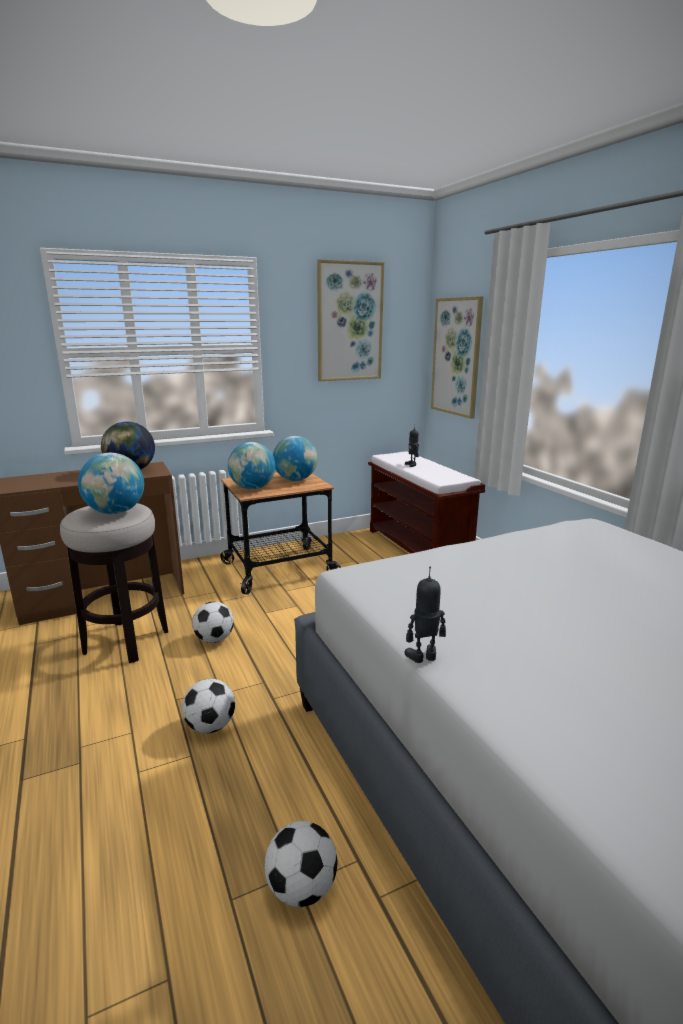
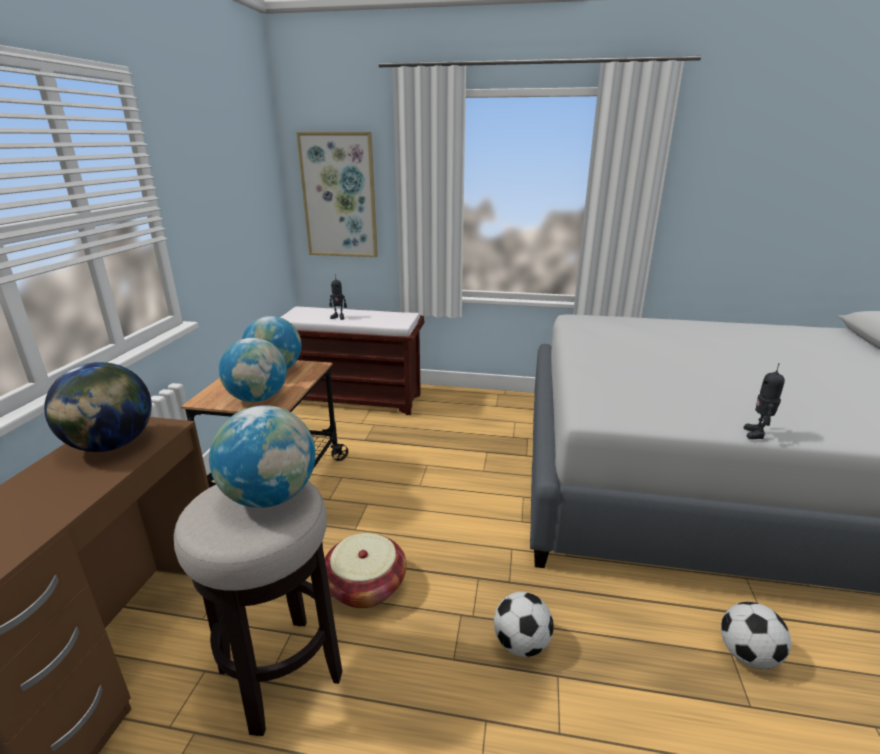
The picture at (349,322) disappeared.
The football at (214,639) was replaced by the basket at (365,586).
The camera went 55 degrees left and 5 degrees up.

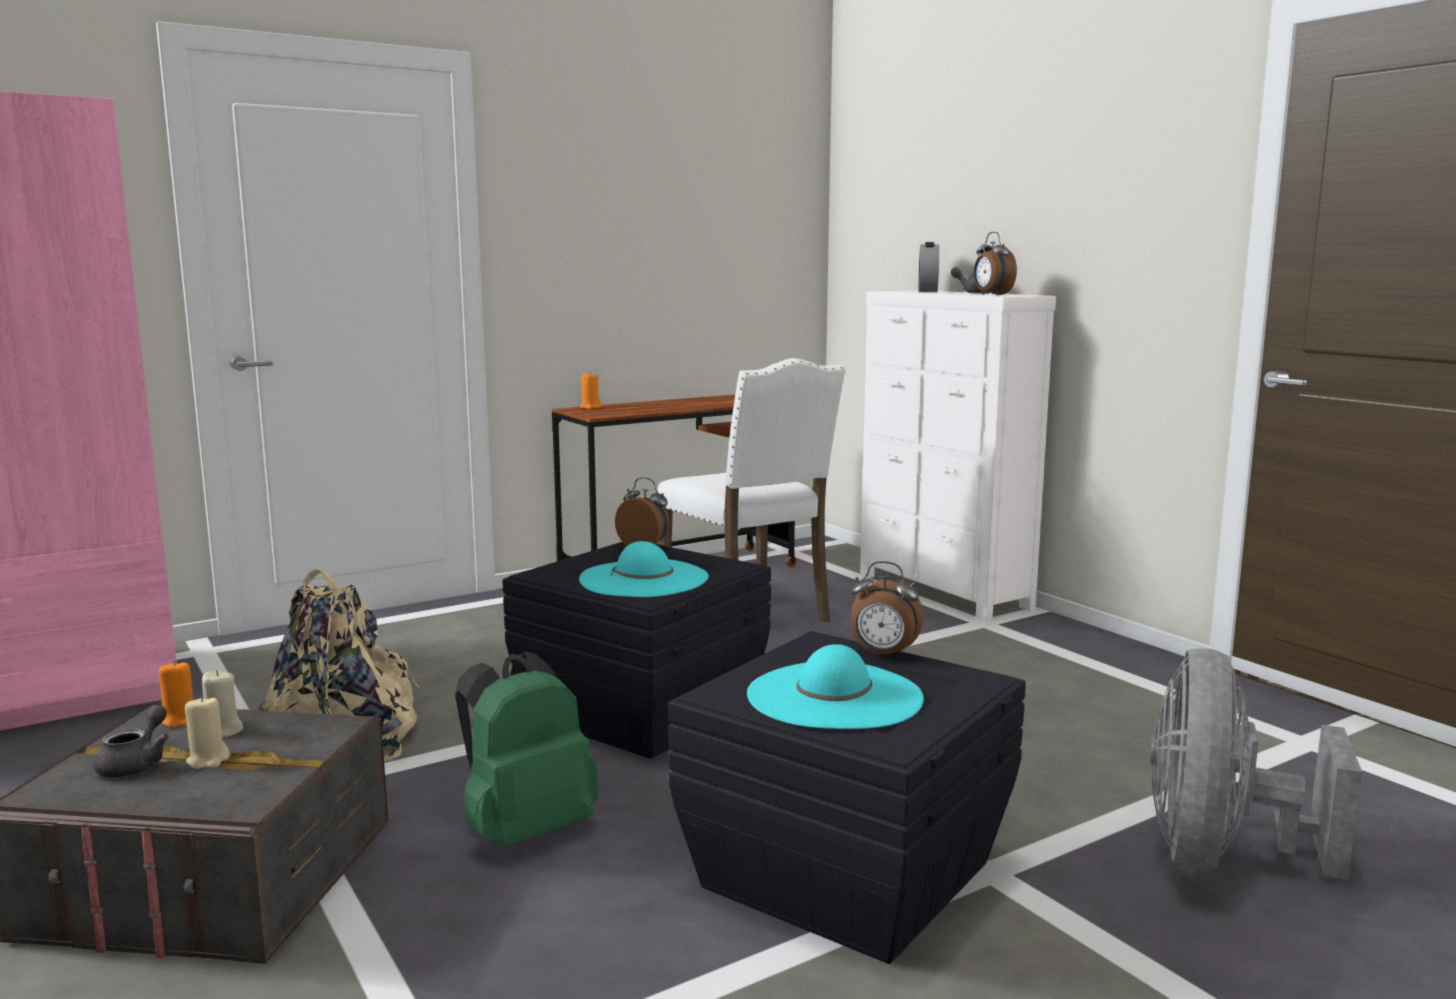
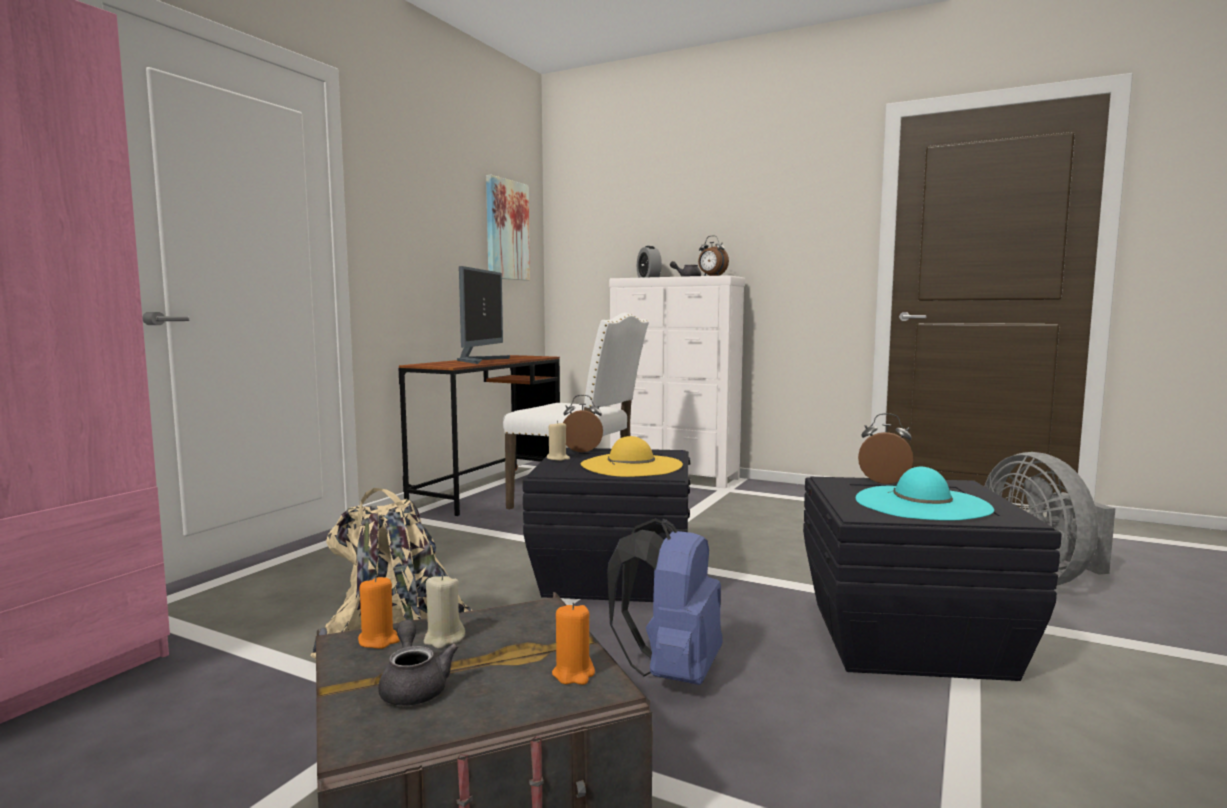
The monitor at (480,361) appeared.
The picture at (506,230) appeared.
The beige candle moved from (208,760) to (558,458).
The orange candle moved from (590,407) to (574,674).
The green backpack at (525,830) became the blue backpack at (671,672).
The turquoise hat at (644,578) became the yellow hat at (631,465).
The alarm clock at (883,655) turned 150 degrees counterclockwise.
The camera went 30 degrees left and 5 degrees down.

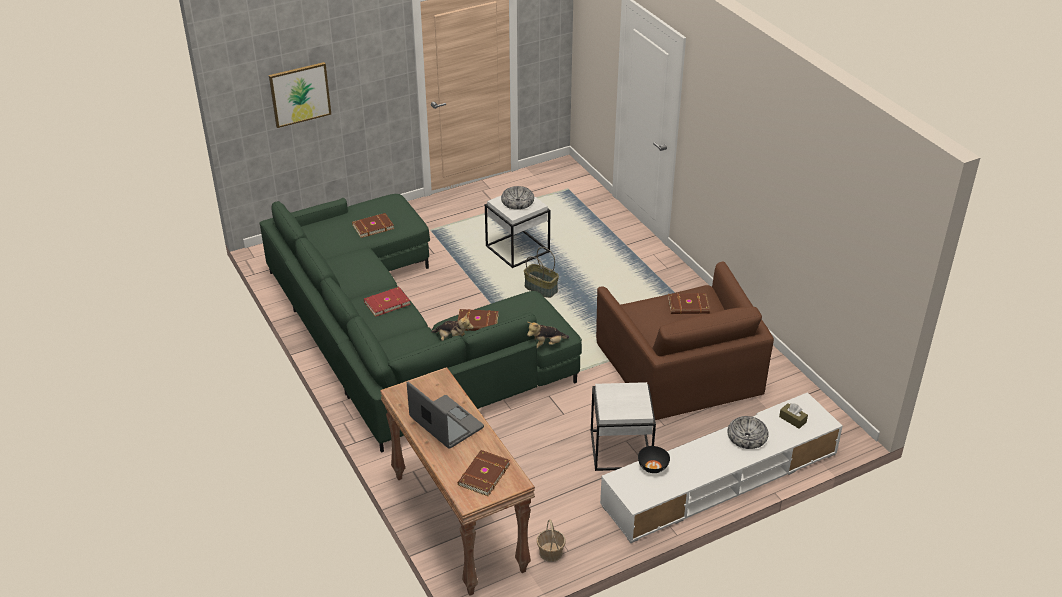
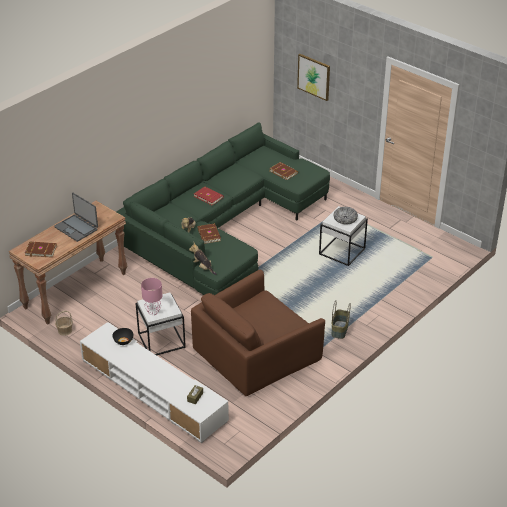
The brown book at (689,306) disappeared.
The bowl at (747,437) disappeared.
The pink table lamp at (153,312) appeared.
The basket moved from (541,288) to (340,330).
The laptop at (445,423) turned 105 degrees clockwise.
The camera went 70 degrees right and 0 degrees up.

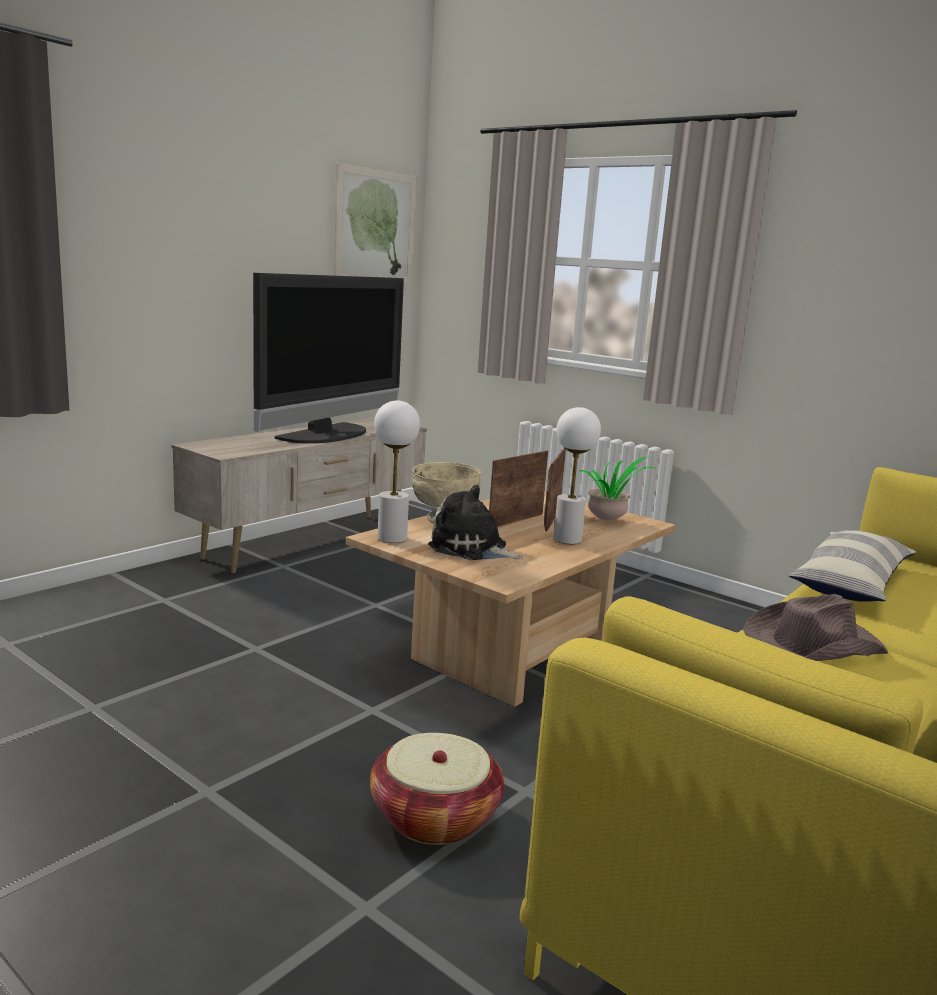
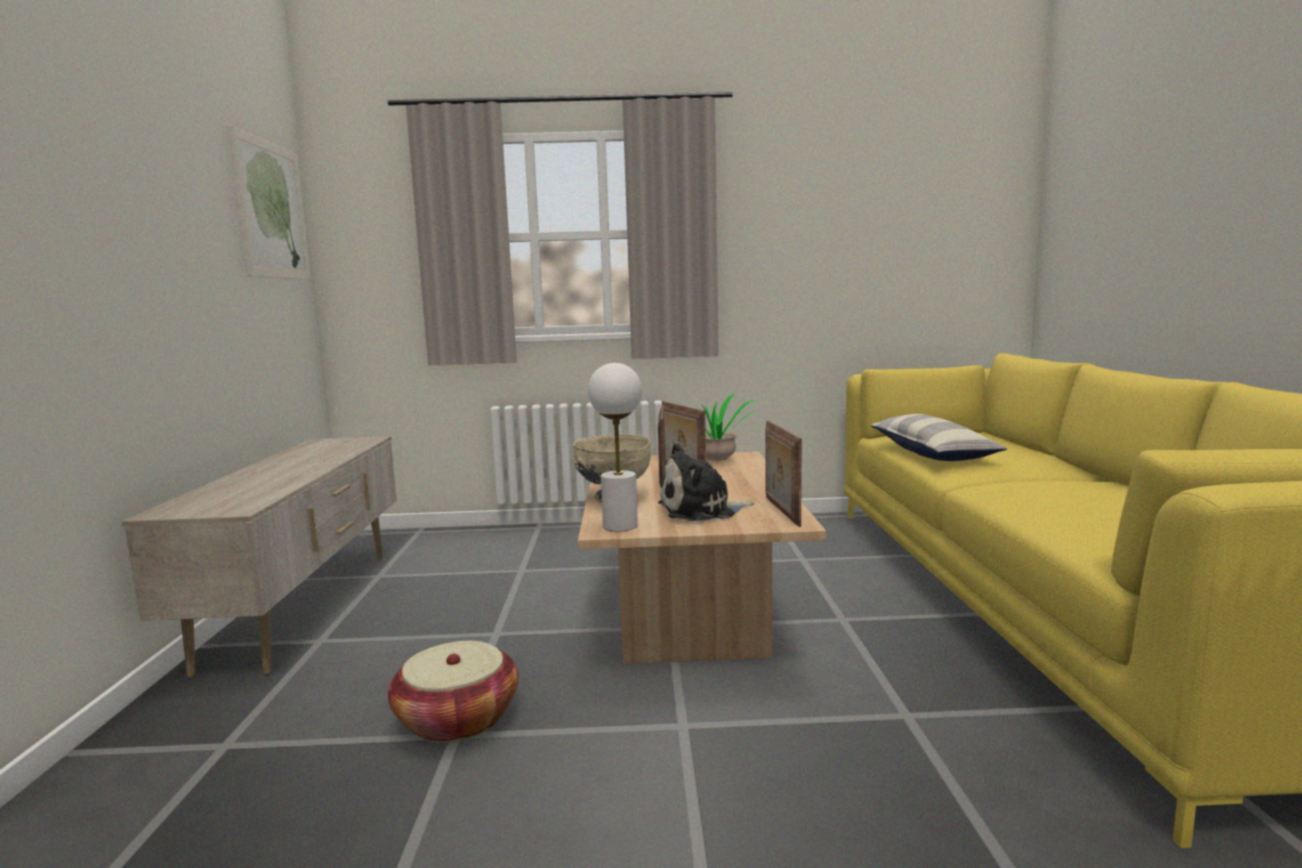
The television at (328,435) disappeared.
The white table lamp at (567,539) disappeared.
The brown hat at (812,643) disappeared.
The picture frame at (780,511) appeared.
The basket moved from (434,816) to (457,719).
The camera went 40 degrees left and 5 degrees down.

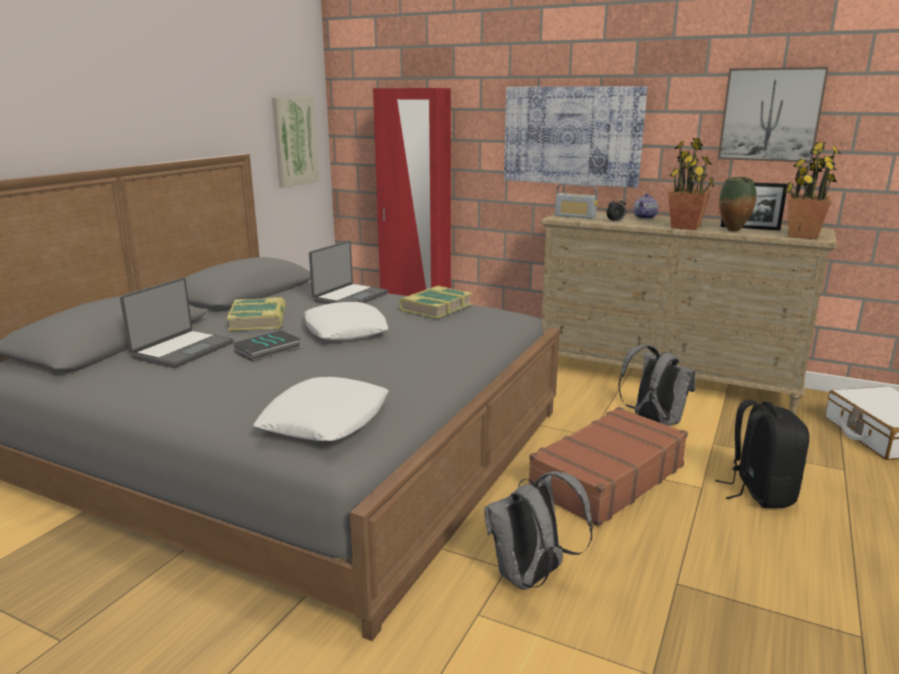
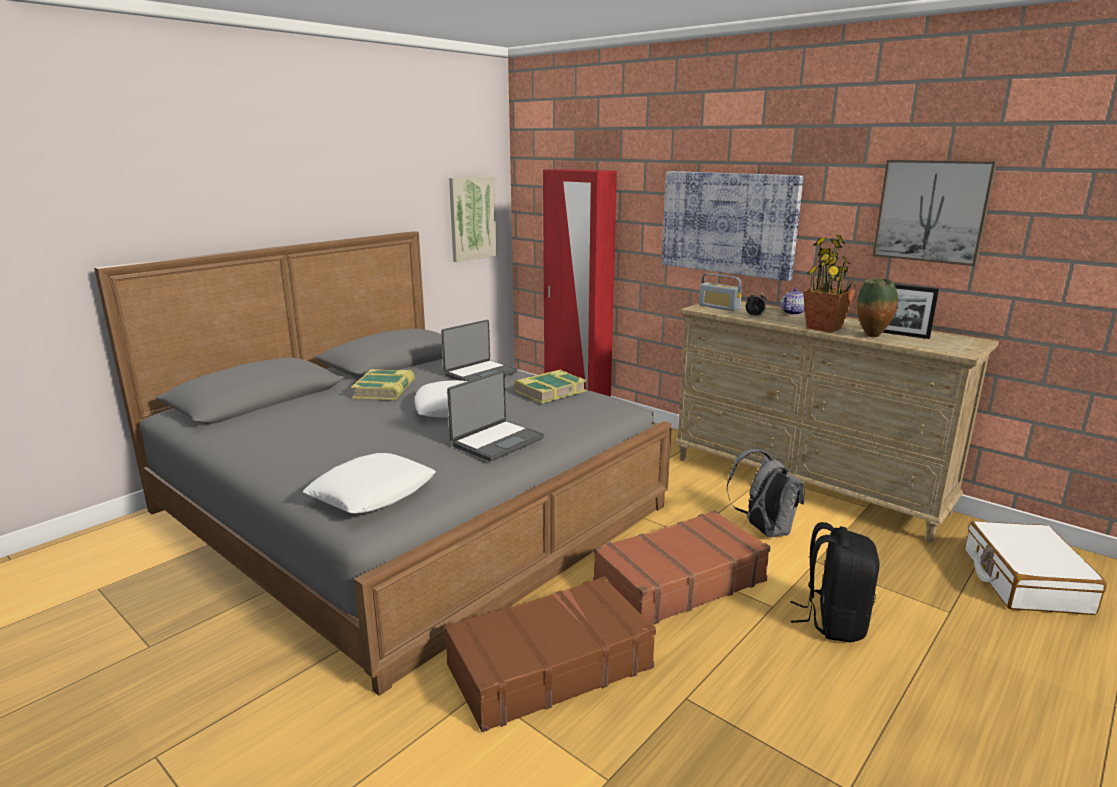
The book at (267,351) disappeared.
The potted plant at (802,236) disappeared.
The laptop moved from (182,350) to (496,441).
The grey backpack at (531,577) was replaced by the brown suitcase at (548,666).
The camera went 15 degrees right and 0 degrees up.

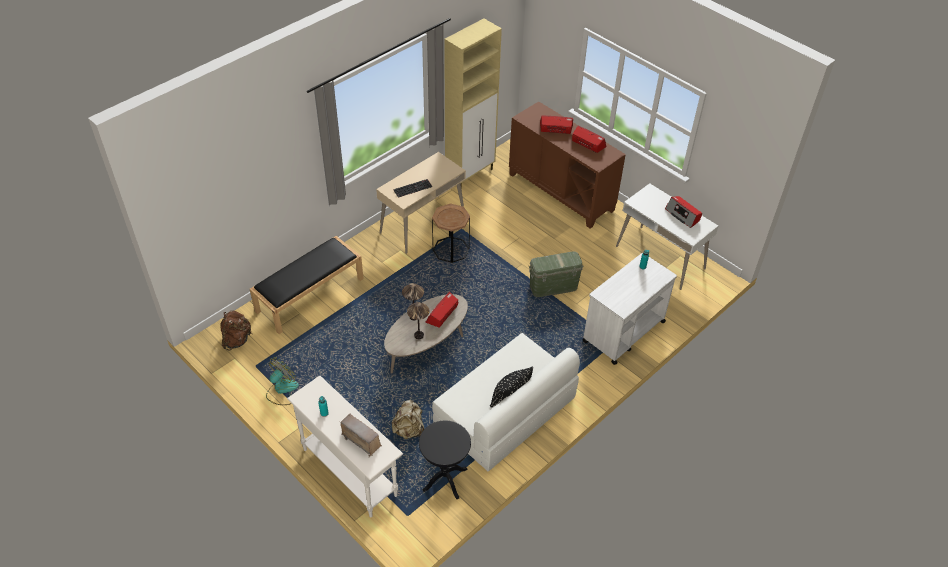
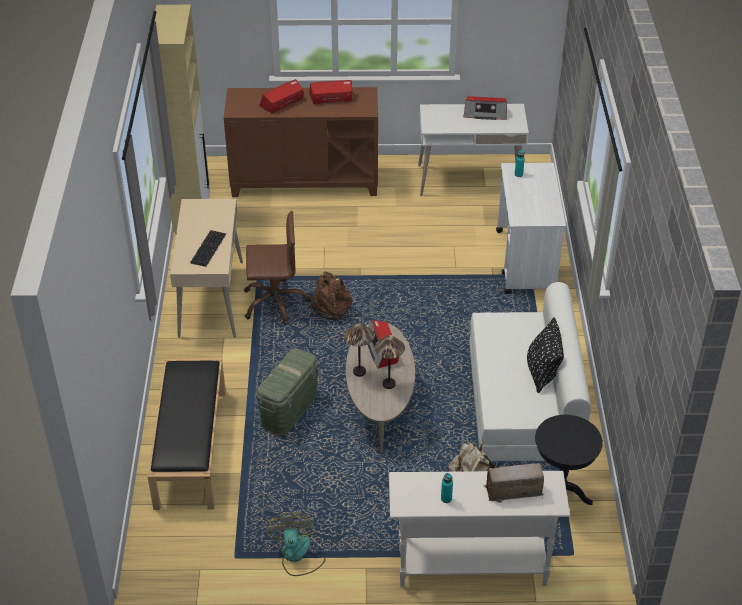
The brown backpack moved from (237,340) to (332,311).
The green storage box moved from (553,286) to (289,410).
The brown side table at (451,250) was replaced by the brown office chair at (275,302).
The camera went 45 degrees left and 5 degrees down.

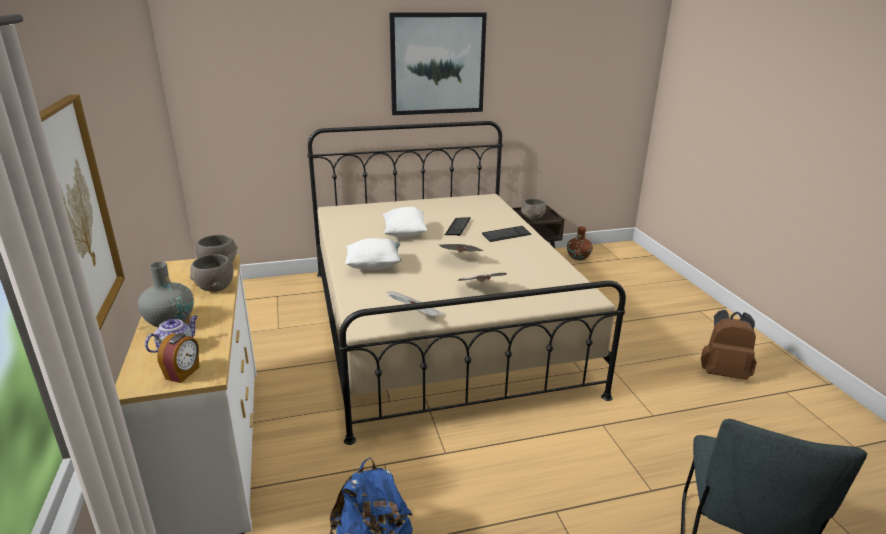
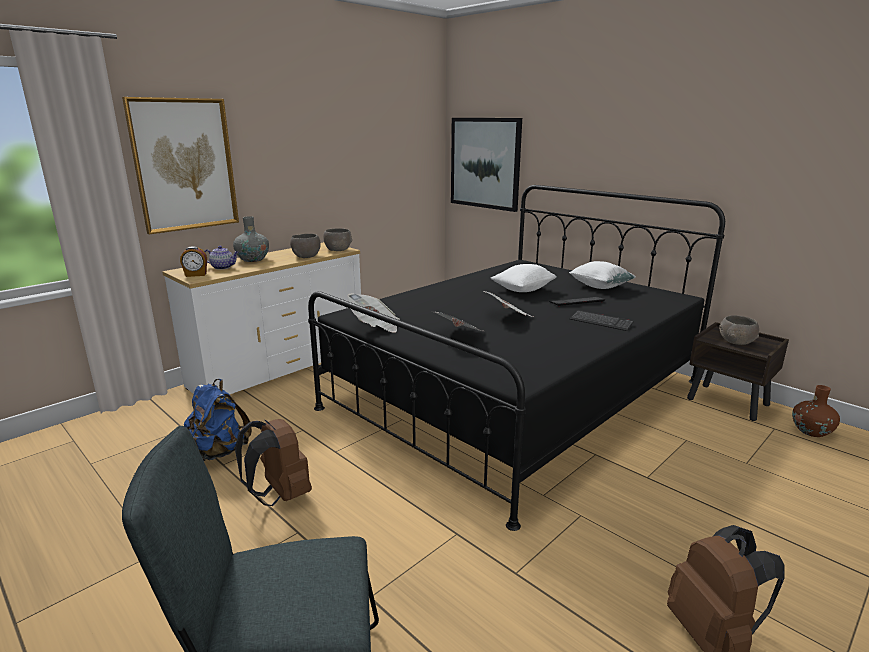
The brown backpack at (280,495) appeared.
The white pillow moved from (374,266) to (600,287).
The picture moved from (437,64) to (485,163).
The beige bed at (439,326) became the black bed at (515,394).
The camera went 60 degrees right and 5 degrees down.

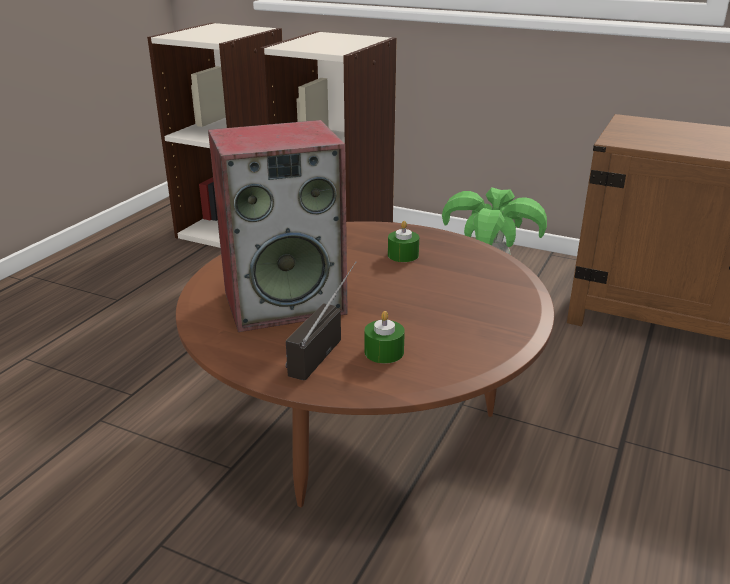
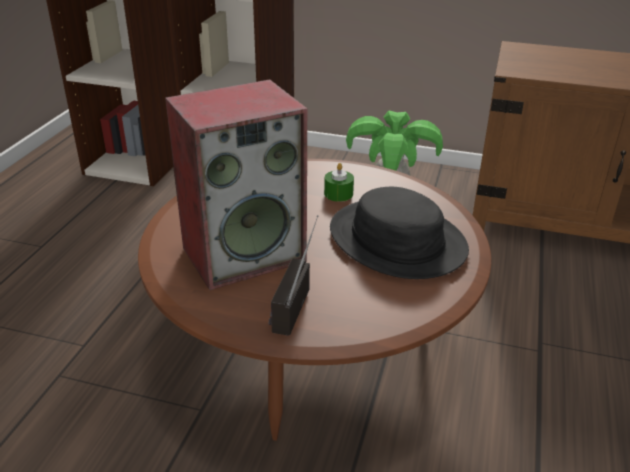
The green candle at (384,352) disappeared.
The black hat at (396,240) appeared.
The camera went 10 degrees left and 5 degrees up.

